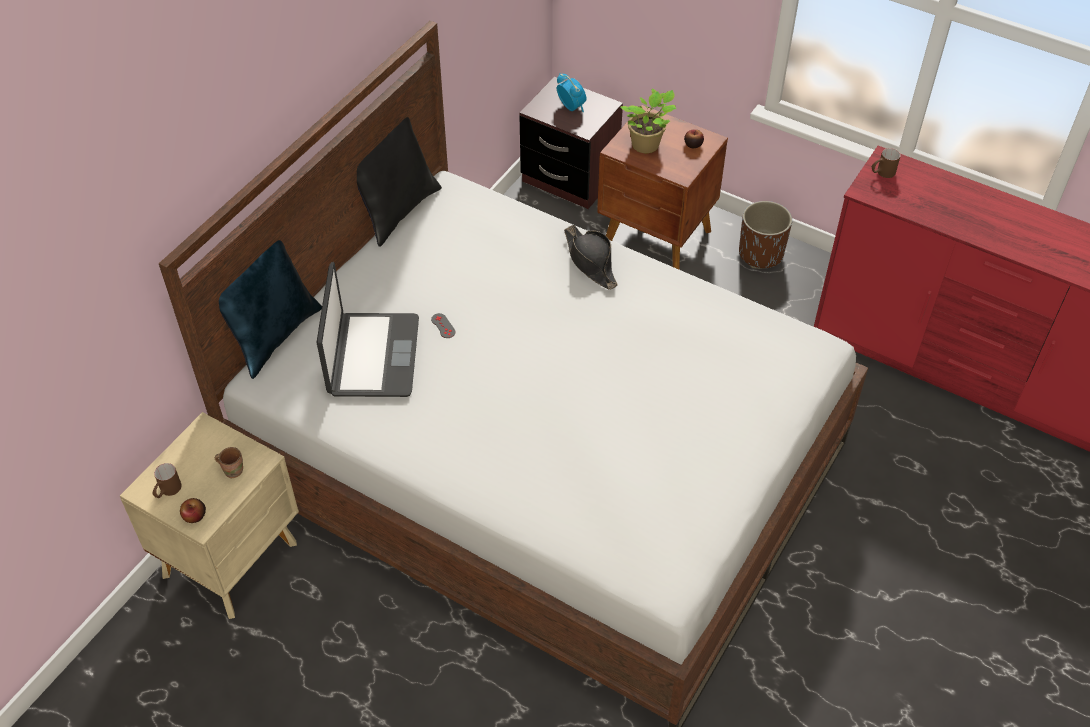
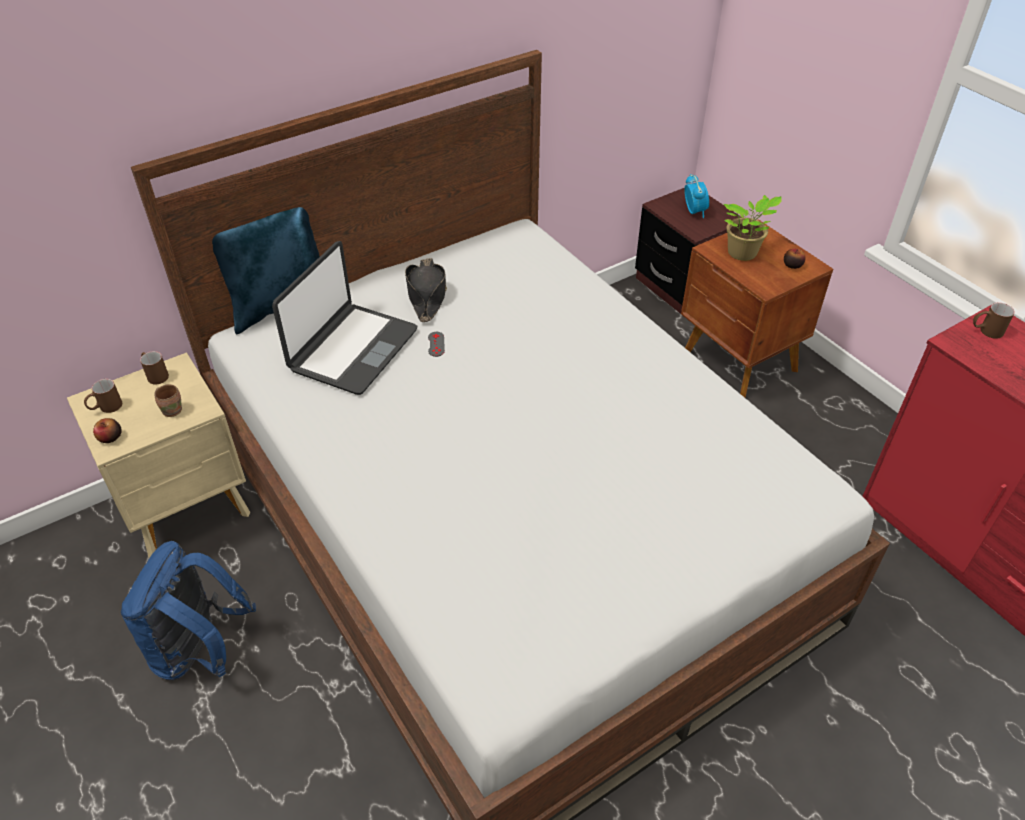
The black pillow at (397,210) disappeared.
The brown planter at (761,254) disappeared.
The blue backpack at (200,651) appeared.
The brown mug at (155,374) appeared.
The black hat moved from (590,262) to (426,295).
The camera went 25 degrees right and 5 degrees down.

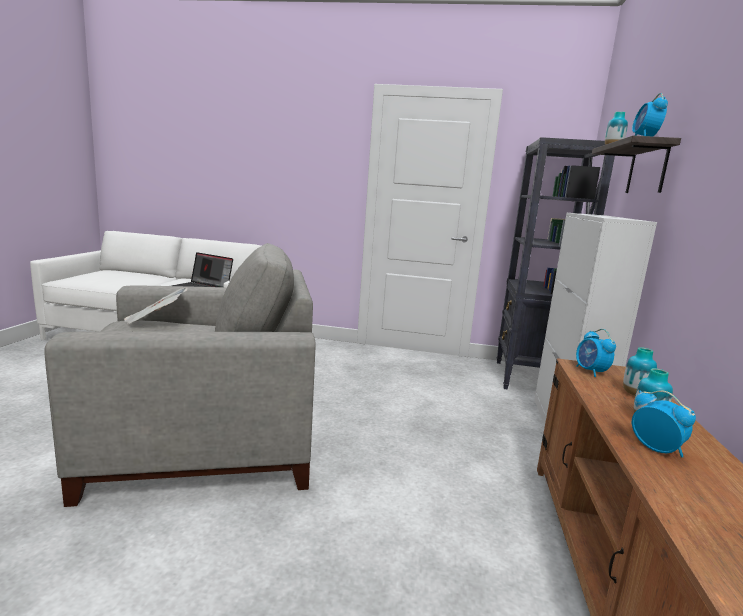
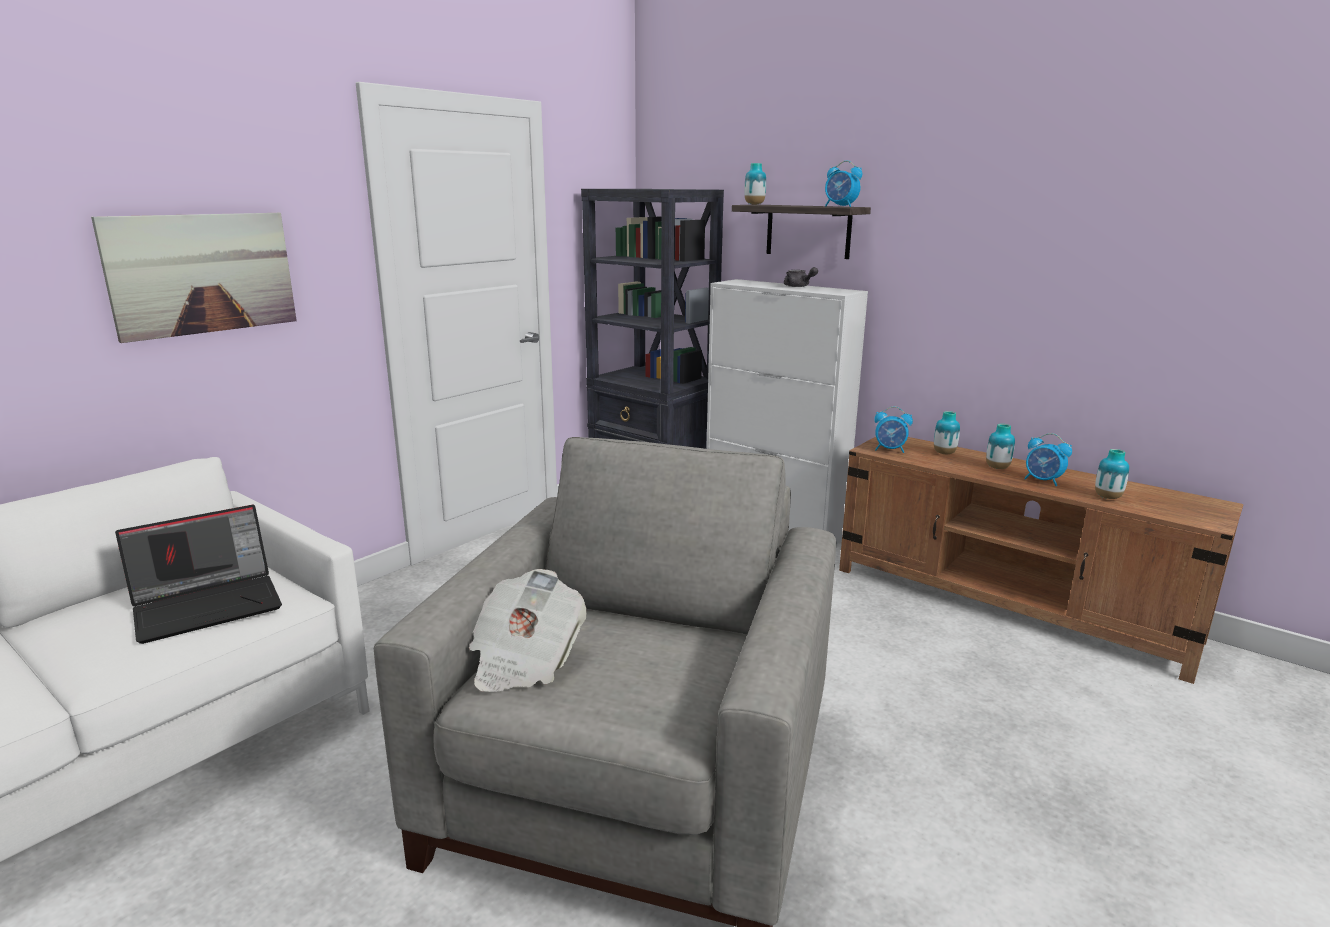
The picture at (202,273) appeared.
The grey teapot at (798,286) appeared.
The vase at (1107,497) appeared.
The alarm clock at (656,449) turned 135 degrees counterclockwise.
The camera went 60 degrees left and 5 degrees up.

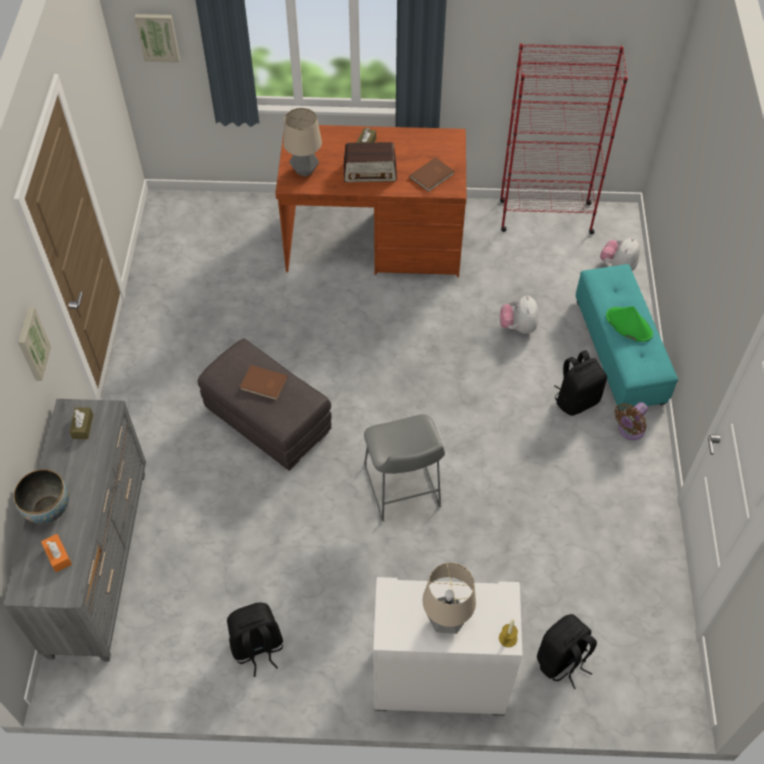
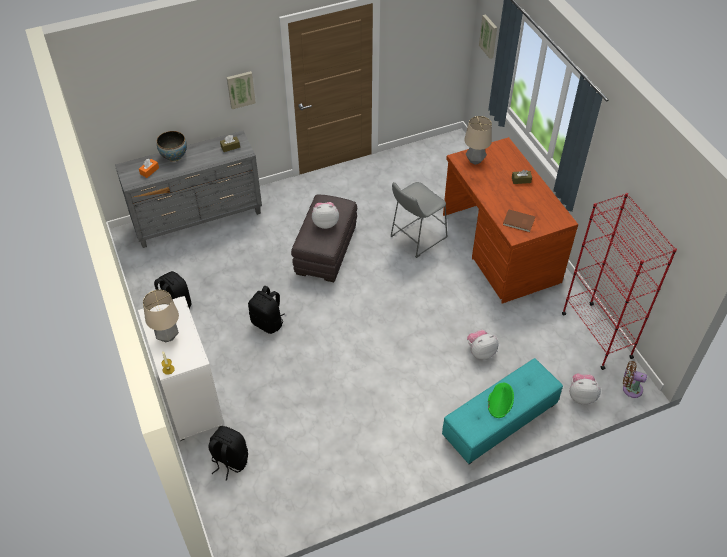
The radio at (370,172) disappeared.
The grey stool moved from (402,490) to (416,238).
The black backpack moved from (576,400) to (268,323).
The brown fan moved from (629,430) to (630,388).
The brown book at (264,384) was replaced by the plush toy at (325,223).
The camera went 65 degrees right and 5 degrees down.

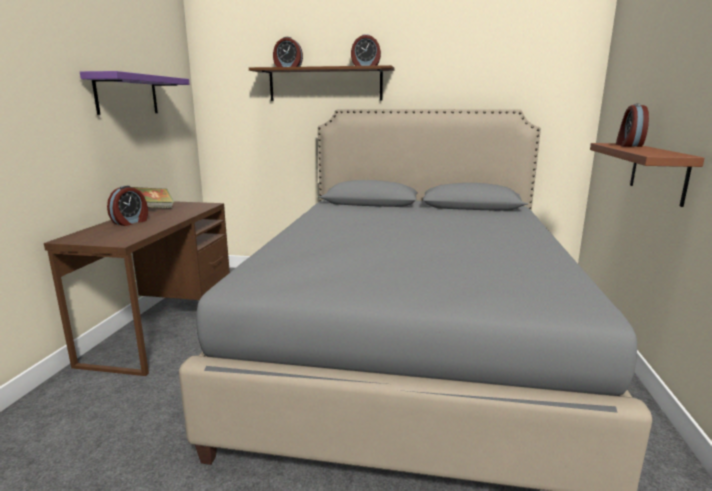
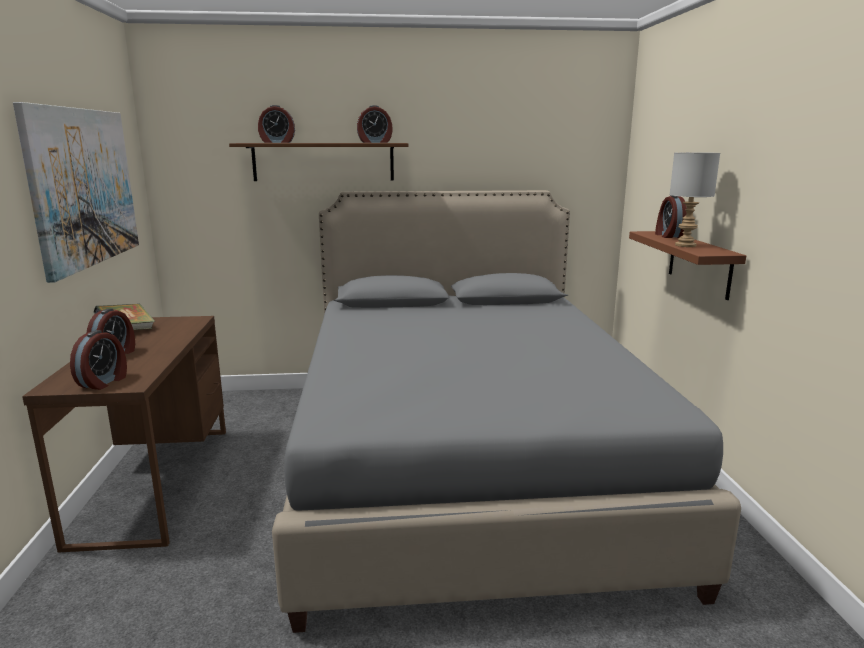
The alarm clock at (104,382) appeared.
The grey table lamp at (685,245) appeared.
The purple shelf at (127,95) was replaced by the picture at (84,187).
The camera went 15 degrees left and 0 degrees up.

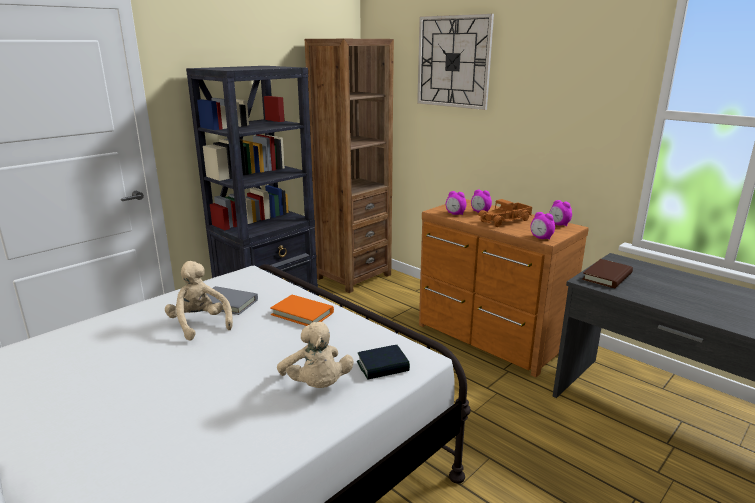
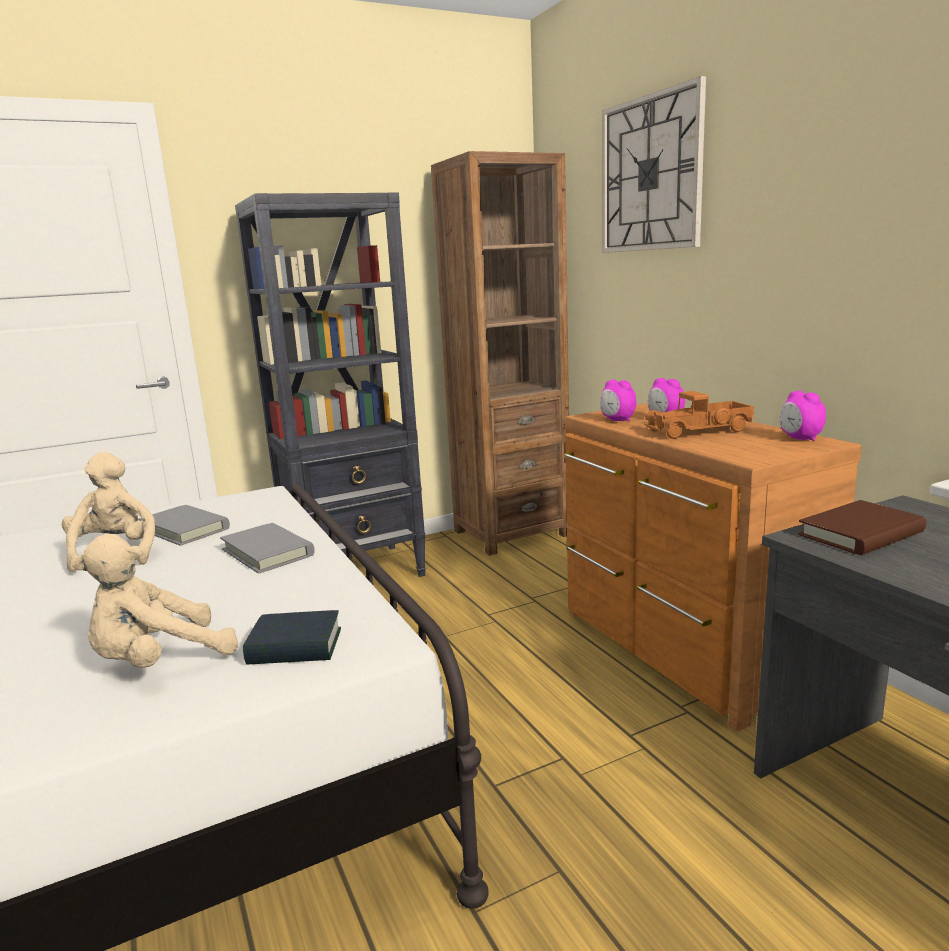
The alarm clock at (541,238) disappeared.
The orange book at (302,313) became the grey book at (268,552).
The beige plush toy at (317,385) turned 60 degrees clockwise.
The camera went 20 degrees right and 5 degrees down.

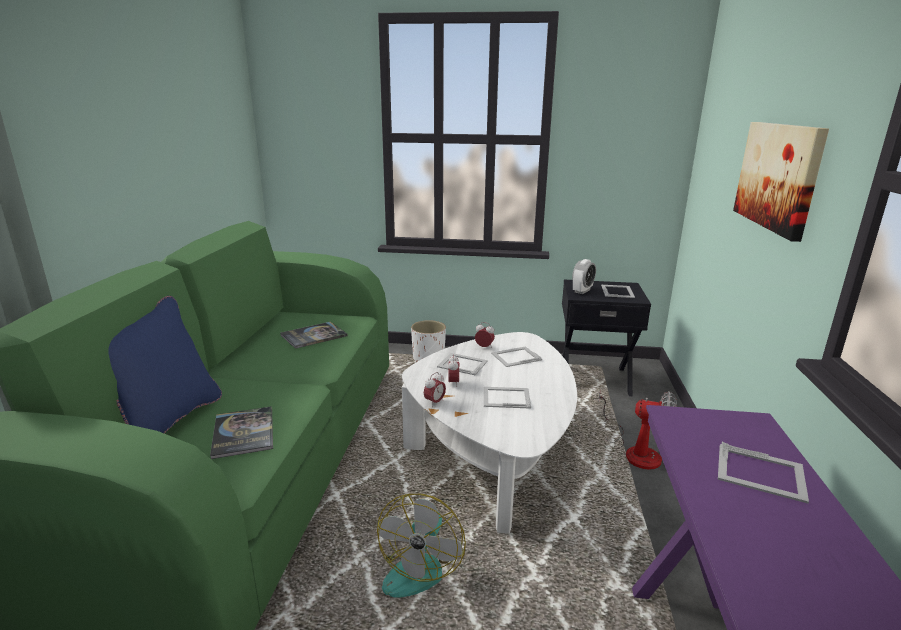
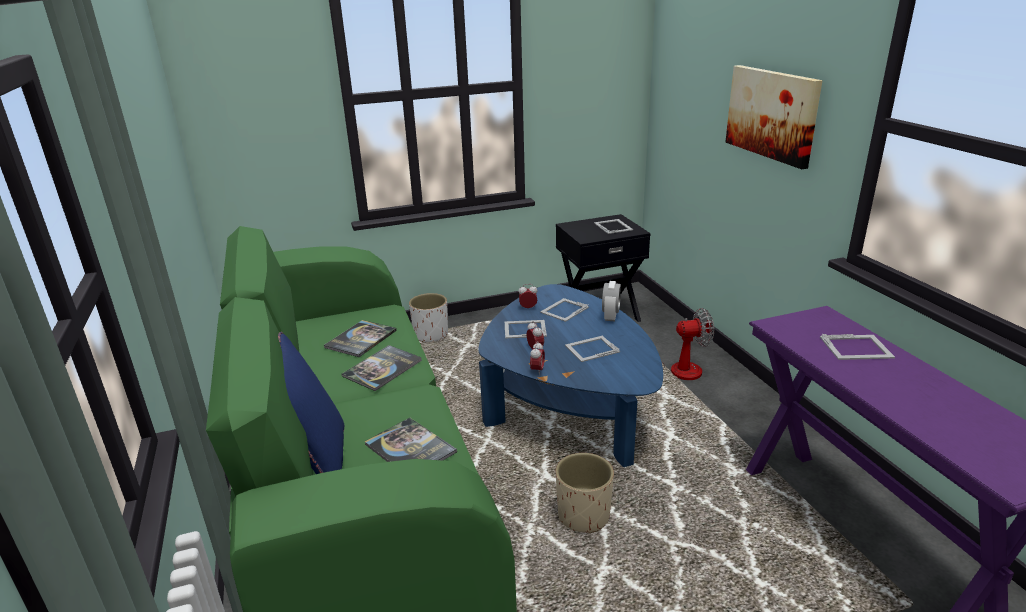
The book at (382,368) appeared.
The alarm clock moved from (582,291) to (610,316).
The fan at (418,566) was replaced by the beige planter at (584,516).
The white coffee table at (494,453) became the blue coffee table at (568,405).
The camera went 25 degrees left and 5 degrees up.

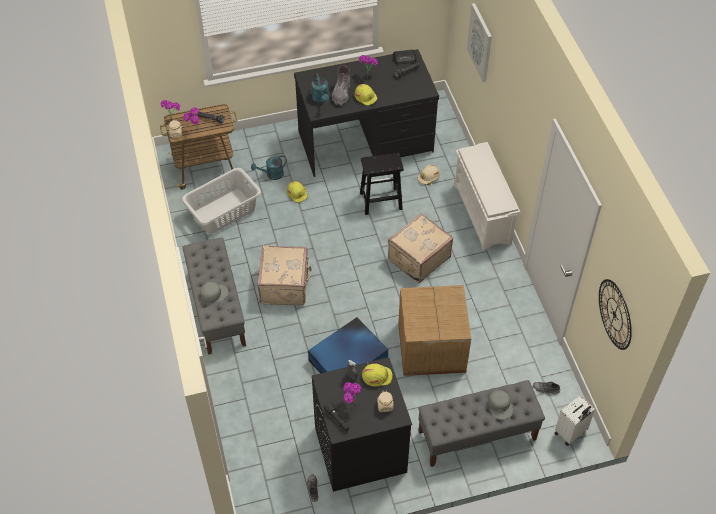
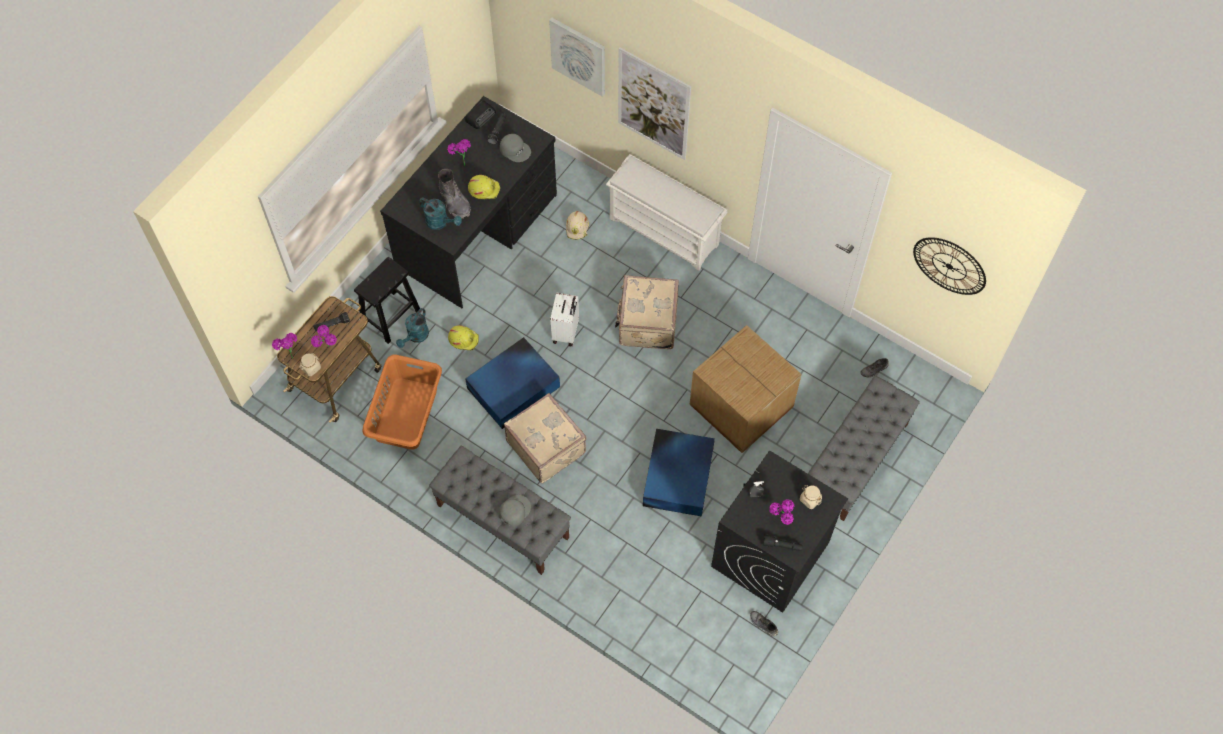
The yellow hard hat at (377,376) disappeared.
The blue storage box at (514,387) appeared.
The picture at (653,104) appeared.
The black stool moved from (380,201) to (390,317).
The grey cap moved from (500,406) to (515,149).
The white suitcase moved from (571,433) to (566,332).
The grey laundry basket at (224,211) became the orange laundry basket at (407,413).
The camera went 40 degrees left and 10 degrees up.

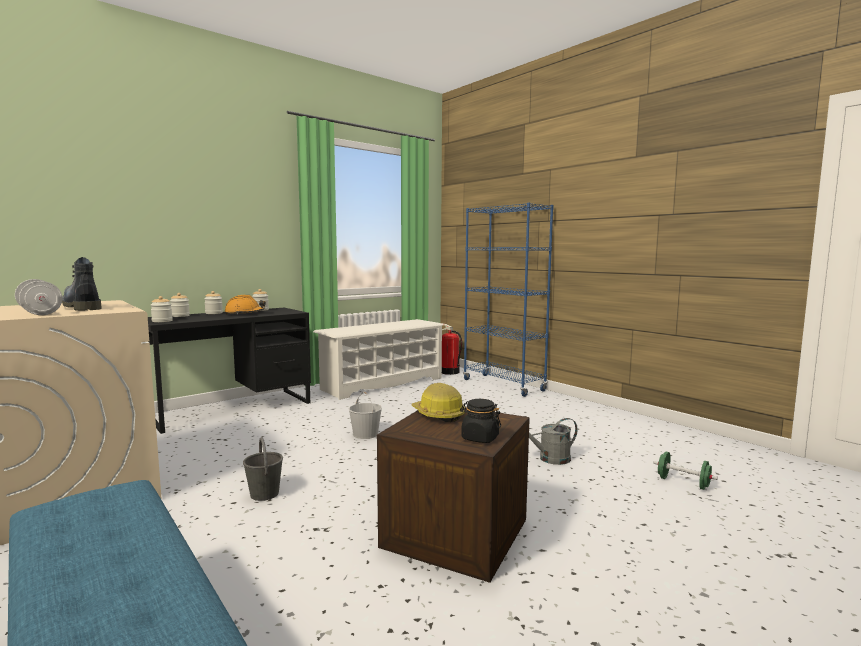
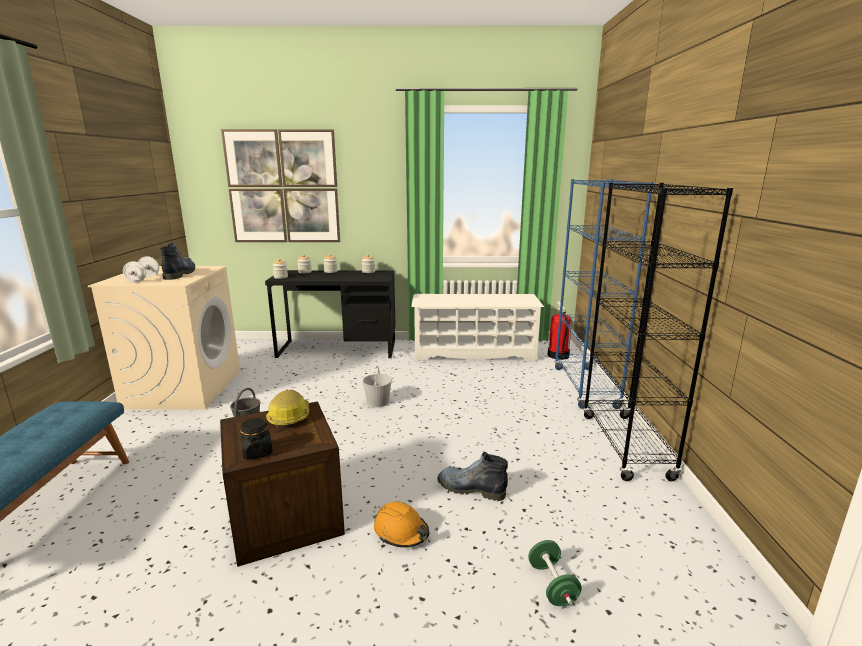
The picture at (283,187) appeared.
The black bookcase at (625,446) appeared.
The orange hard hat moved from (244,313) to (401,532).
The grey watering can at (549,459) was replaced by the boot at (470,489).
The camera went 40 degrees right and 10 degrees up.

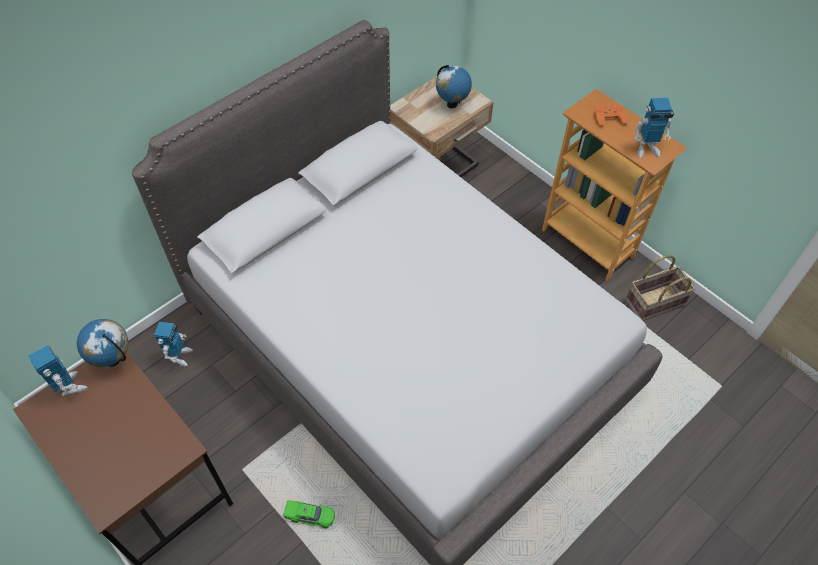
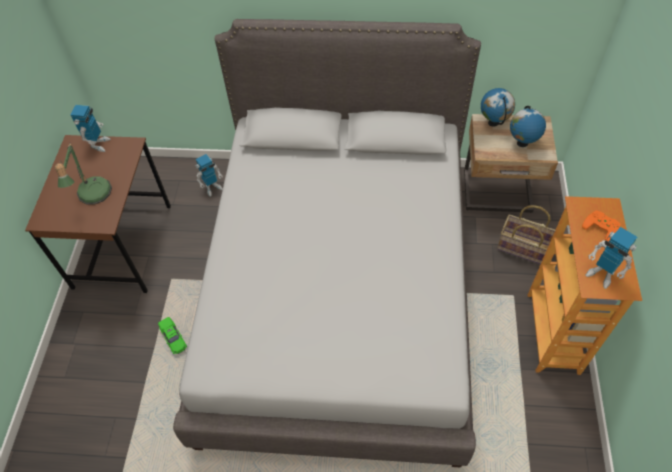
The table lamp at (93,196) appeared.
The globe moved from (113,359) to (493,123).
The basket moved from (655,304) to (522,248).
The camera went 50 degrees right and 0 degrees up.

